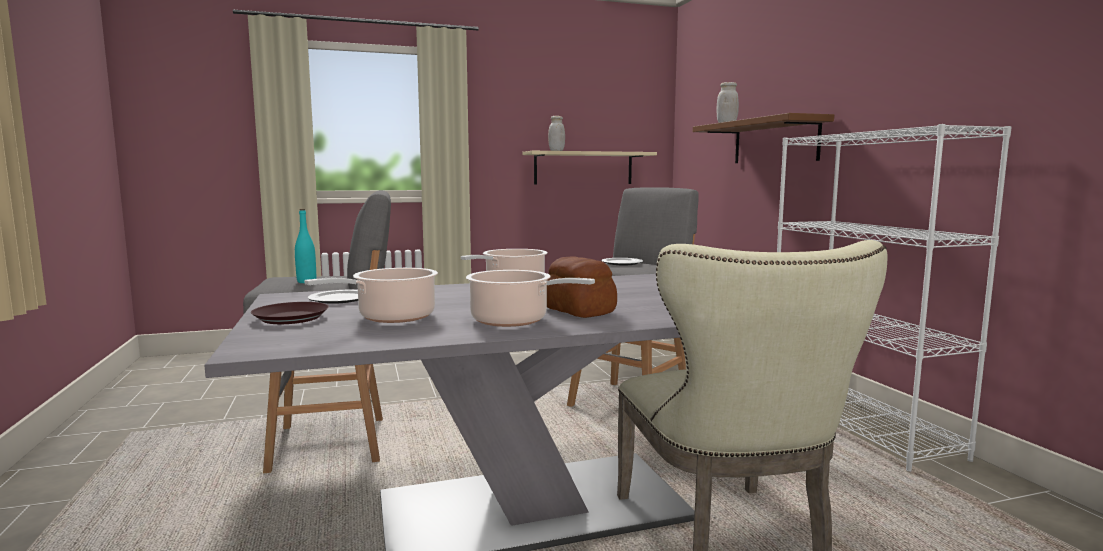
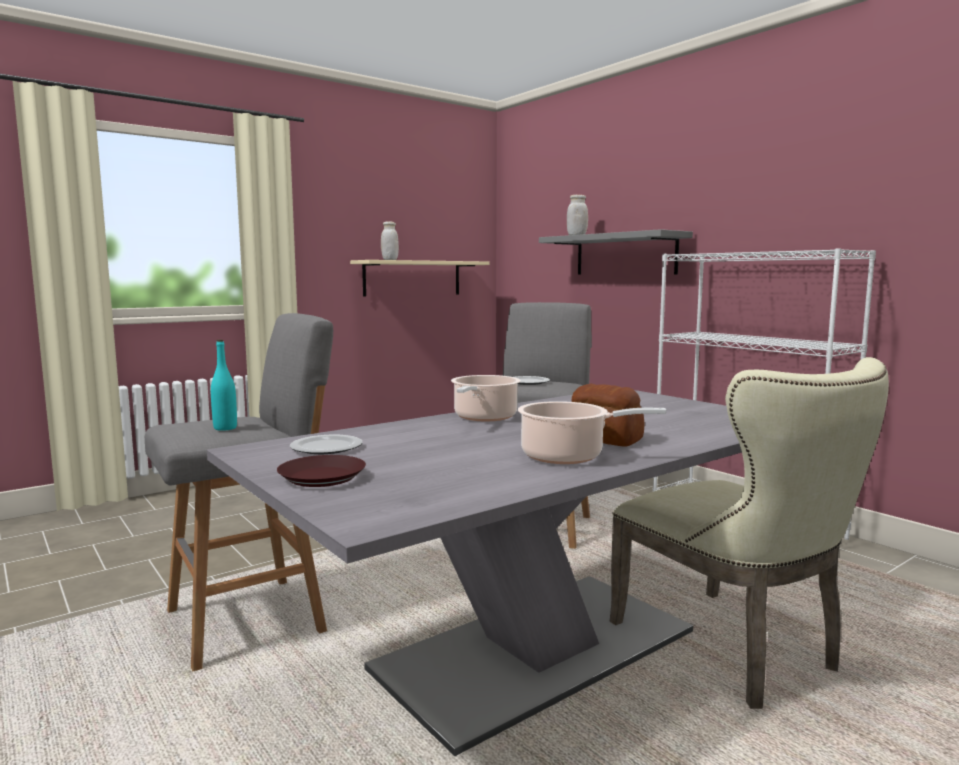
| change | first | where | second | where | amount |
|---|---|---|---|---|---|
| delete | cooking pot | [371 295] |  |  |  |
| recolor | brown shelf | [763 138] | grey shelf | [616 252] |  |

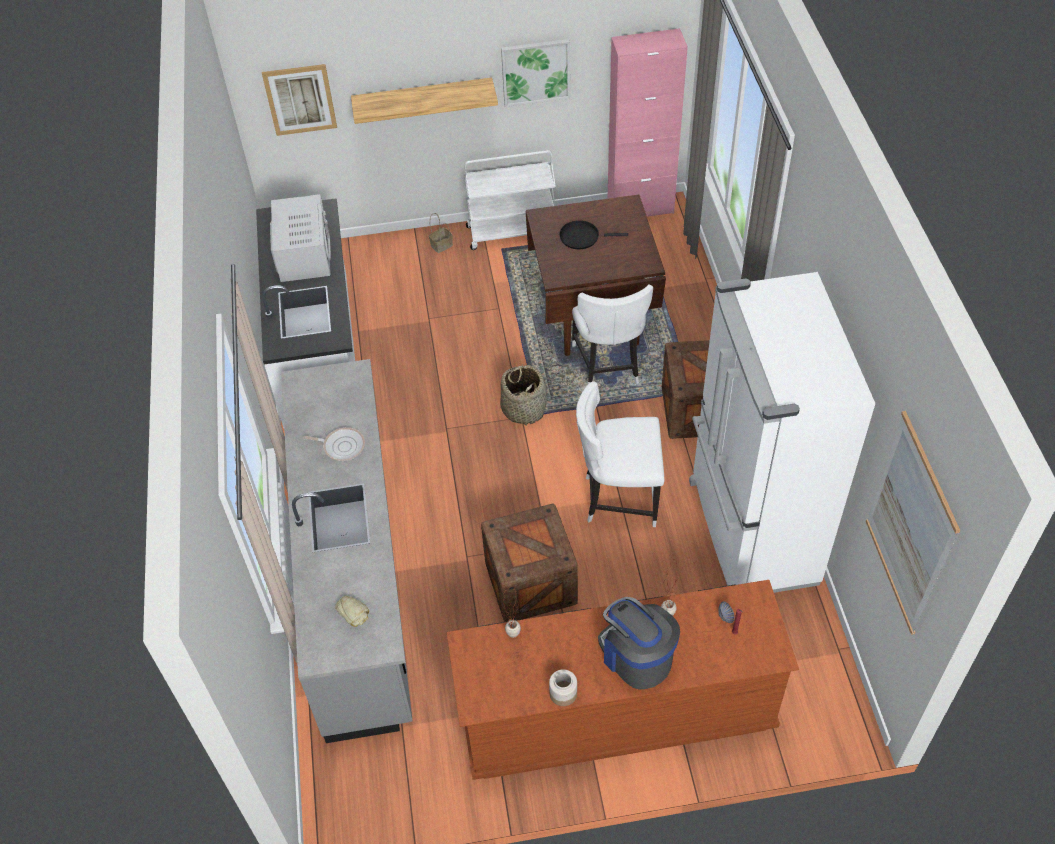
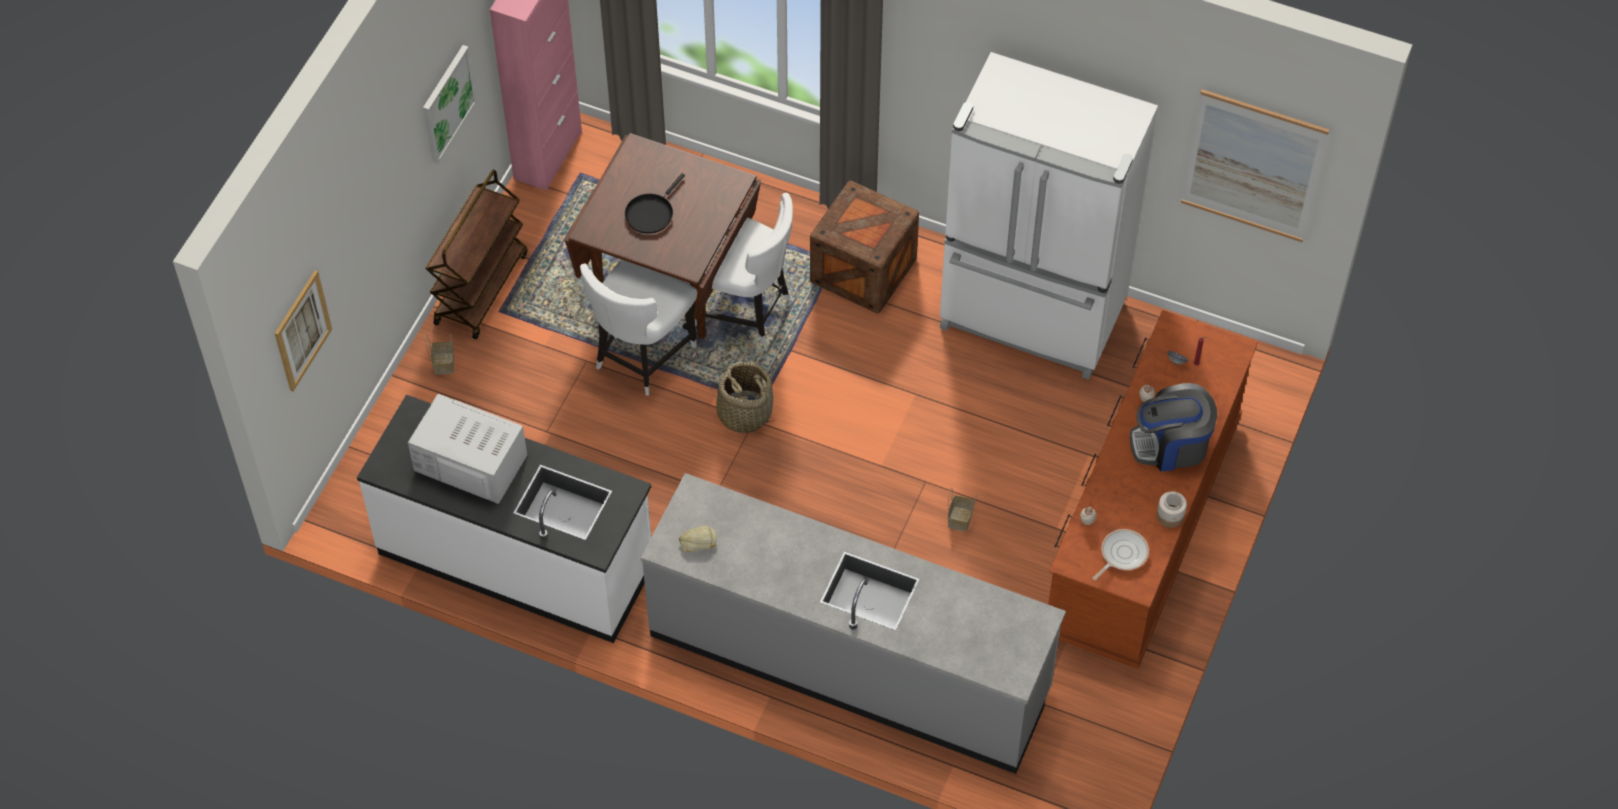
| change | first | where | second | where | amount |
|---|---|---|---|---|---|
| move | frying pan | [334 444] |  | [1121 554] |  |
| move | bread | [352 611] |  | [698 539] |  |
| delete | shelf | [424 101] |  |  |  |
| recolor | white cart | [510 200] | brown cart | [476 254] |  |
| replace | crate | [529 563] | basket | [962 509] |  |
| move | white chair | [620 454] |  | [639 327] |  |

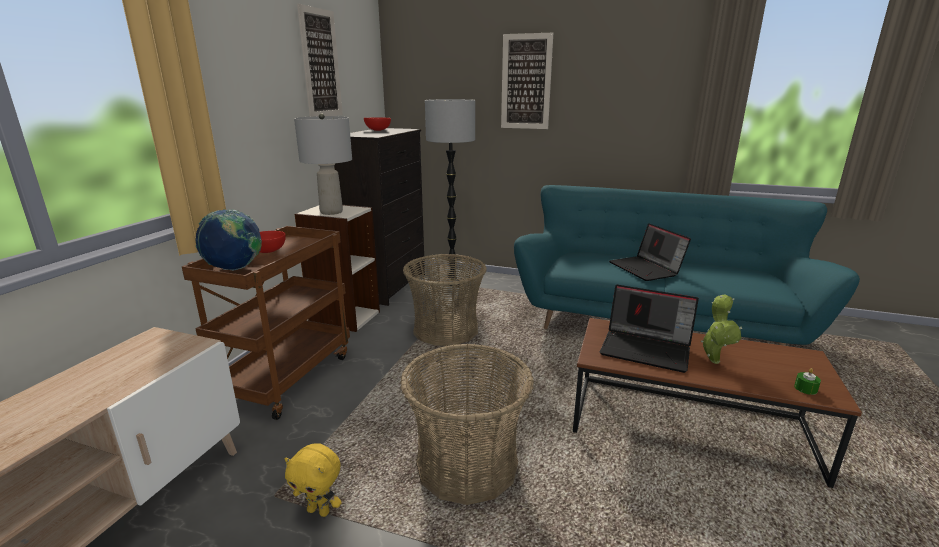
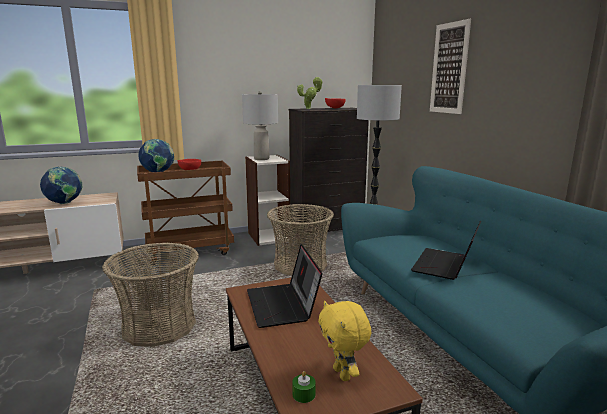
| change | first | where | second | where | amount |
|---|---|---|---|---|---|
| move | yellow plush toy | [313 480] |  | [344 341] |  |
| delete | picture | [320 60] |  |  |  |
| move | potted plant | [721 329] |  | [310 93] |  |
| insert |  |  | globe | [61 185] |  |

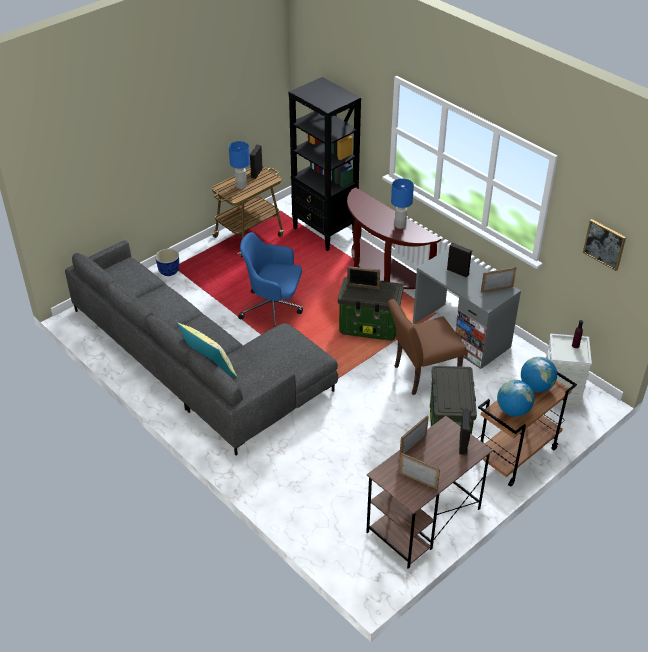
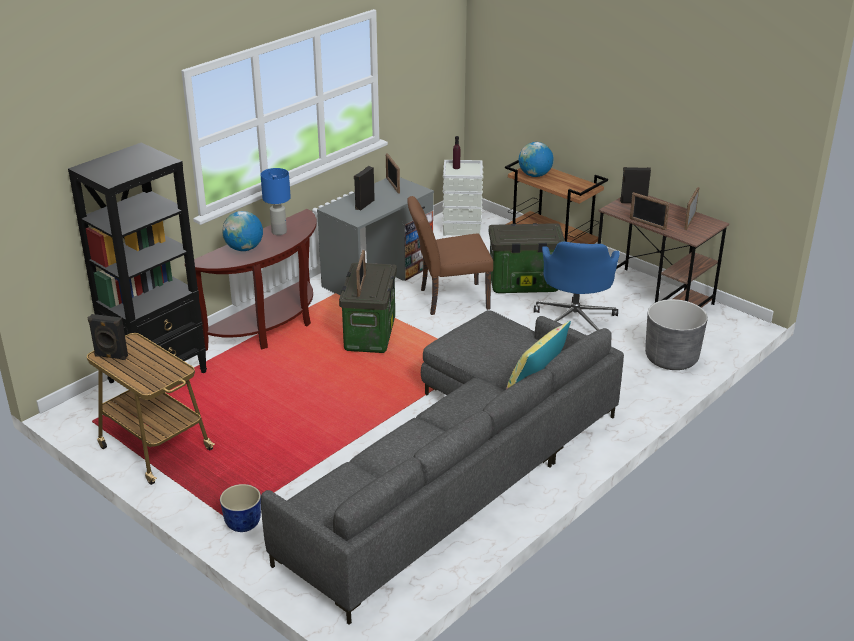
| change | first | where | second | where | amount |
|---|---|---|---|---|---|
| delete | blue table lamp | [239 165] |  |  |  |
| move | blue office chair | [270 280] |  | [577 286] |  |
| rotate | brown chair | [427 347] |  | [450 255] | 105 degrees clockwise |
| move | globe | [516 398] |  | [242 231] |  |
| delete | picture | [604 245] |  |  |  |
| insert |  |  | grey planter | [676 334] |  |

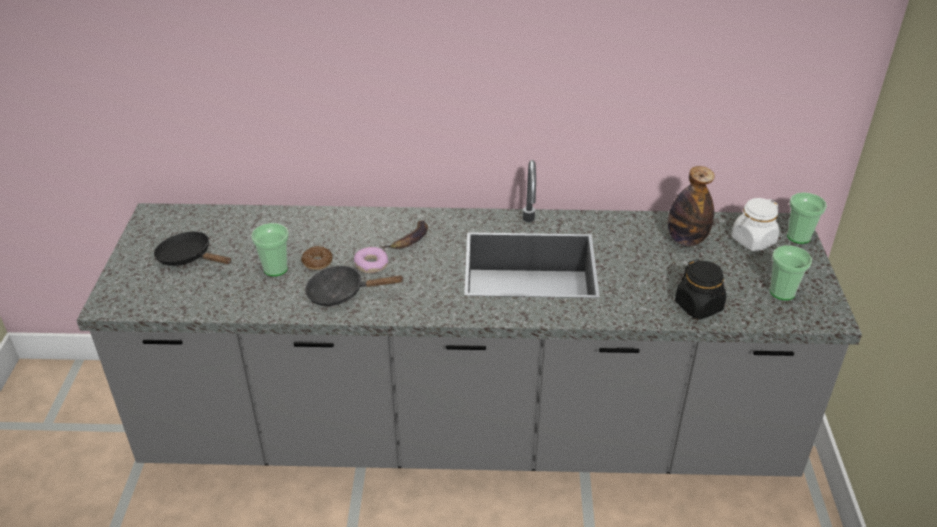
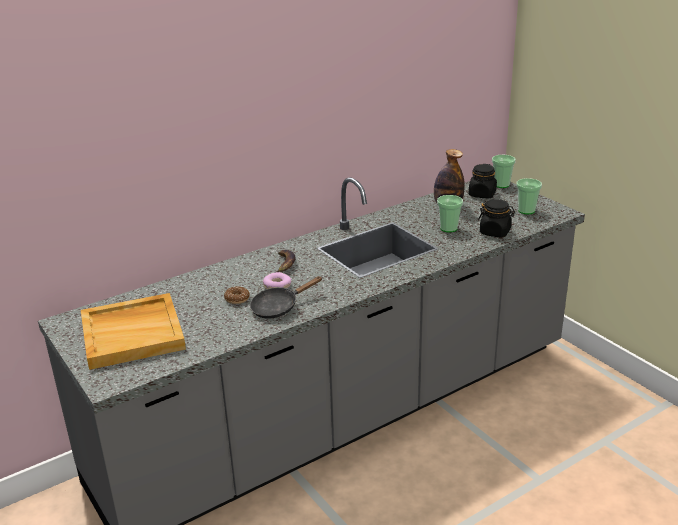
| change | first | where | second | where | amount |
|---|---|---|---|---|---|
| replace | black frying pan | [192 249] | beige tray | [133 331] |  |
| move | cup | [270 249] |  | [450 213] |  |
| recolor | white jar | [755 225] | black jar | [483 181] |  |

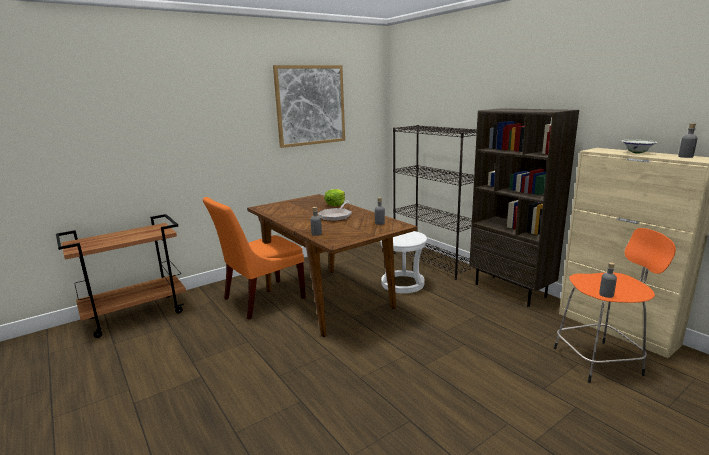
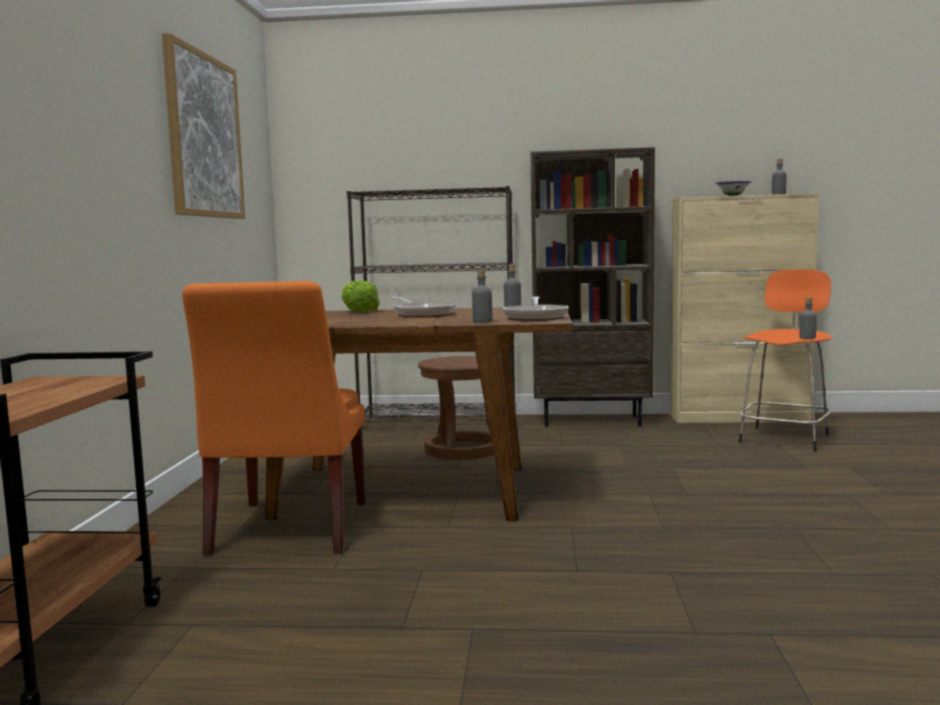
| change | first | where | second | where | amount |
|---|---|---|---|---|---|
| recolor | white stool | [403 262] | brown stool | [456 408] |  |
| insert |  |  | frying pan | [536 308] |  |

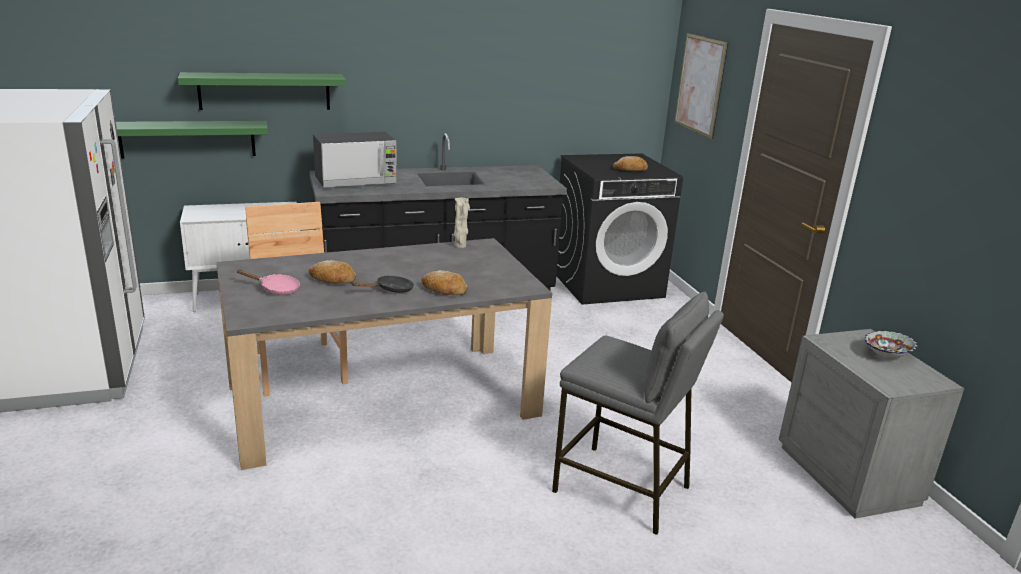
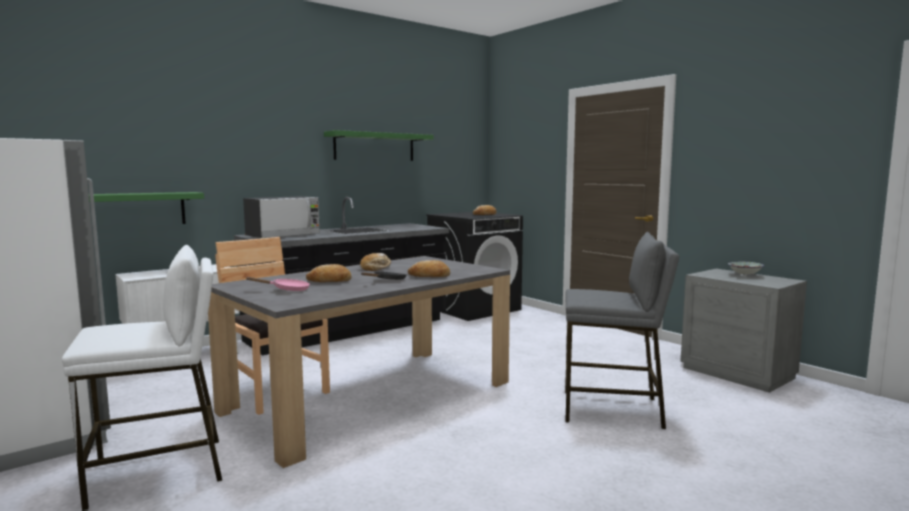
| change | first | where | second | where | amount |
|---|---|---|---|---|---|
| move | green shelf | [262 91] |  | [379 145] |  |
| delete | beige vase | [462 223] |  |  |  |
| delete | picture | [702 86] |  |  |  |
| insert |  |  | white stool | [142 378] |  |
| insert |  |  | bread | [375 262] |  |

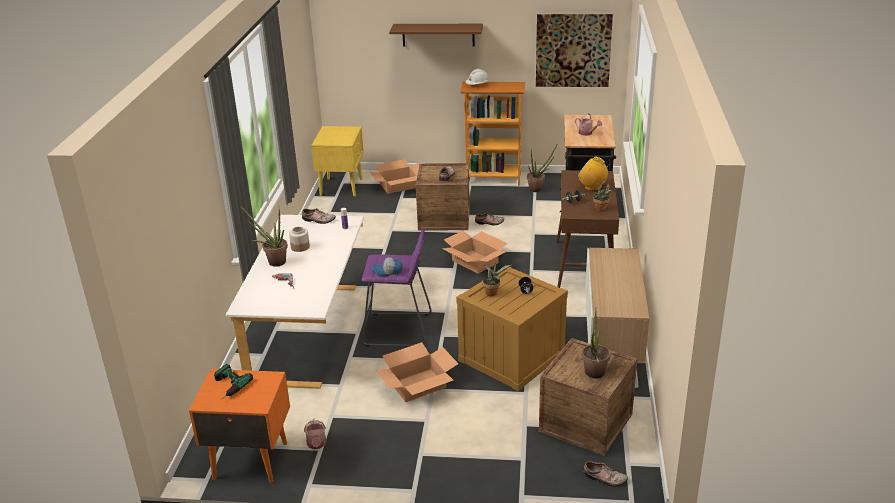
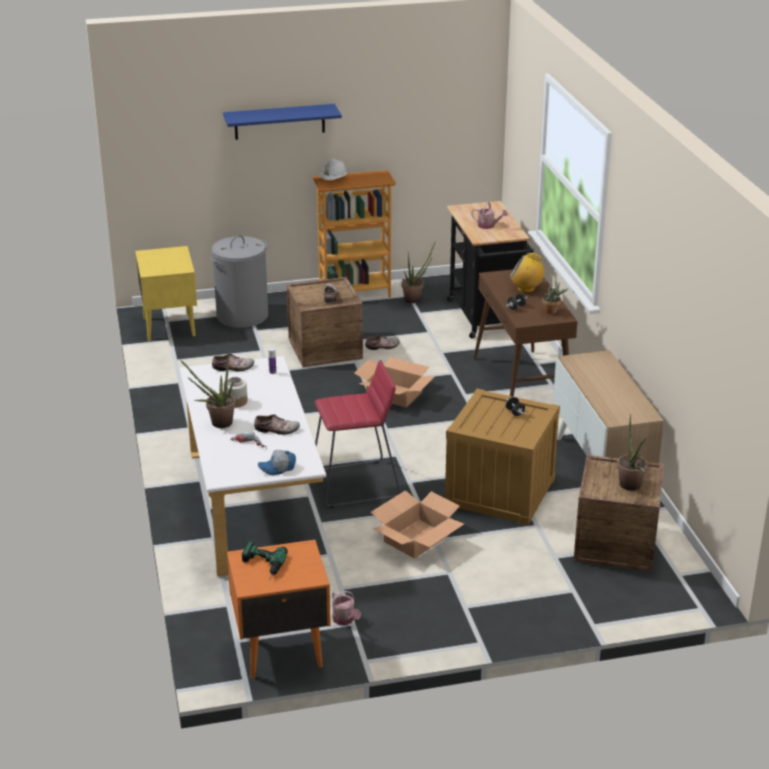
| change | first | where | second | where | amount |
|---|---|---|---|---|---|
| recolor | purple stool | [396 287] | red stool | [357 434] |  |
| replace | cardboard box | [394 176] | grey laundry basket | [238 281] |  |
| move | cap | [387 266] |  | [277 462] |  |
| recolor | brown shelf | [436 35] | blue shelf | [282 122] |  |
| delete | potted plant | [496 279] |  |  |  |
| delete | picture | [574 50] |  |  |  |
| move | shoe | [605 474] |  | [277 424] |  |

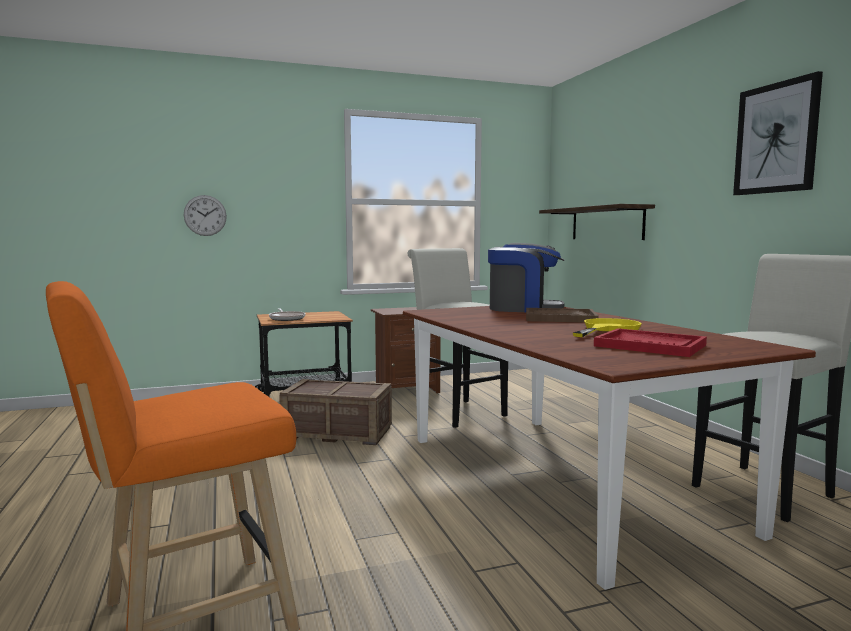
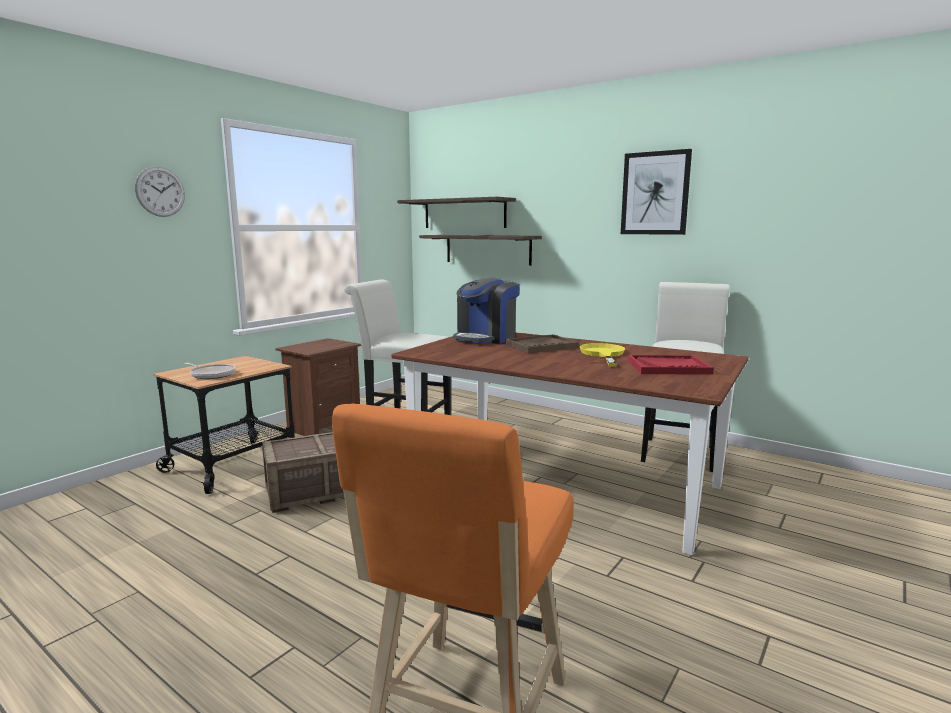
| change | first | where | second | where | amount |
|---|---|---|---|---|---|
| move | wall clock | [205 215] |  | [160 191] |  |
| rotate | coffee machine | [526 277] |  | [486 311] | 150 degrees clockwise |
| insert |  |  | shelf | [456 212] |  |

